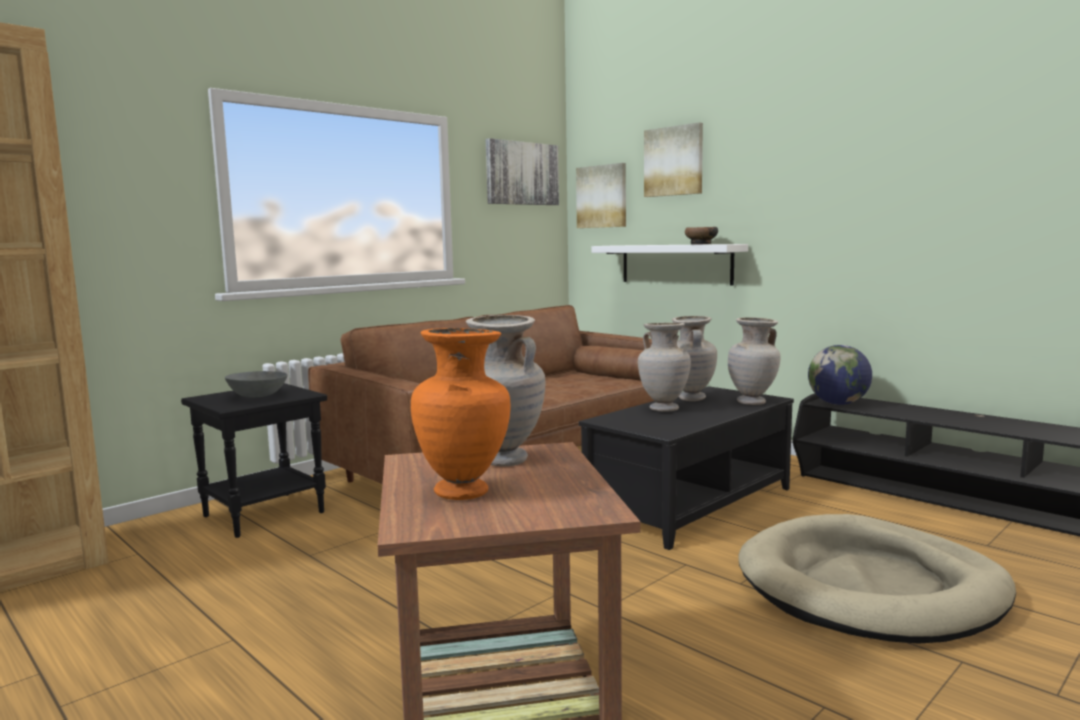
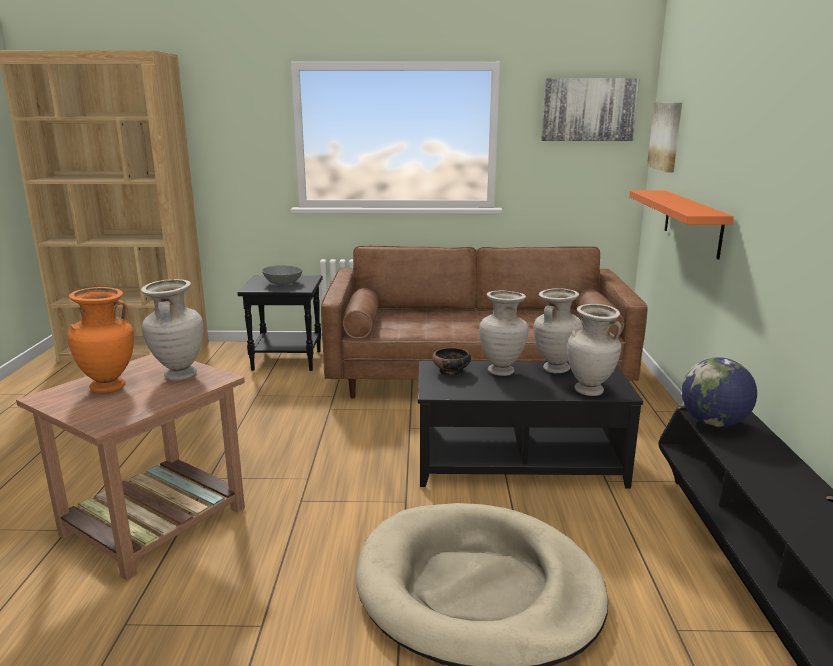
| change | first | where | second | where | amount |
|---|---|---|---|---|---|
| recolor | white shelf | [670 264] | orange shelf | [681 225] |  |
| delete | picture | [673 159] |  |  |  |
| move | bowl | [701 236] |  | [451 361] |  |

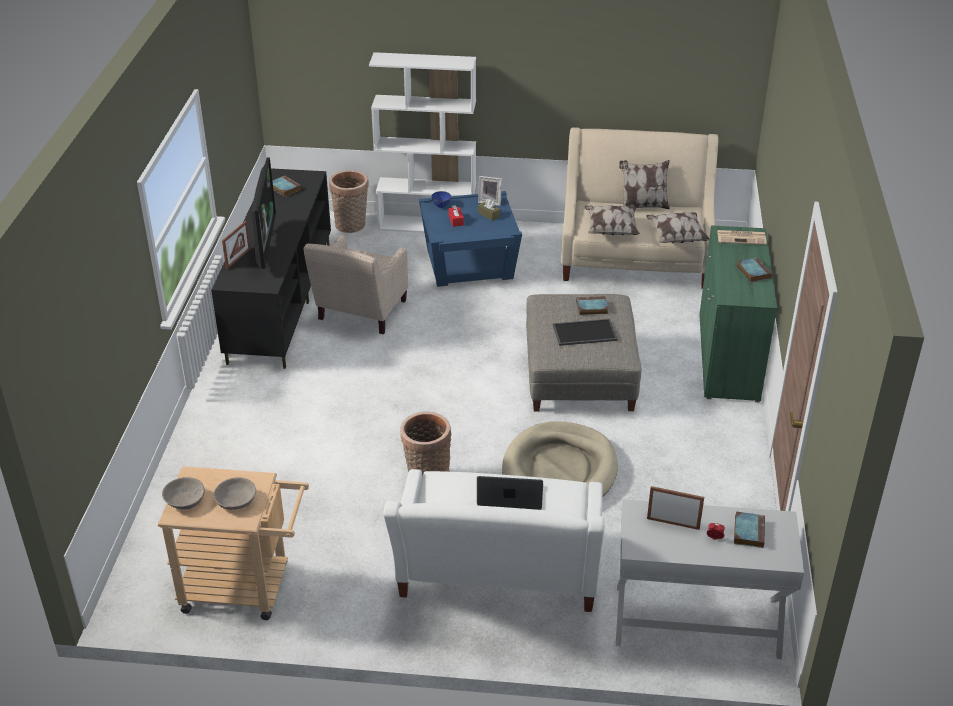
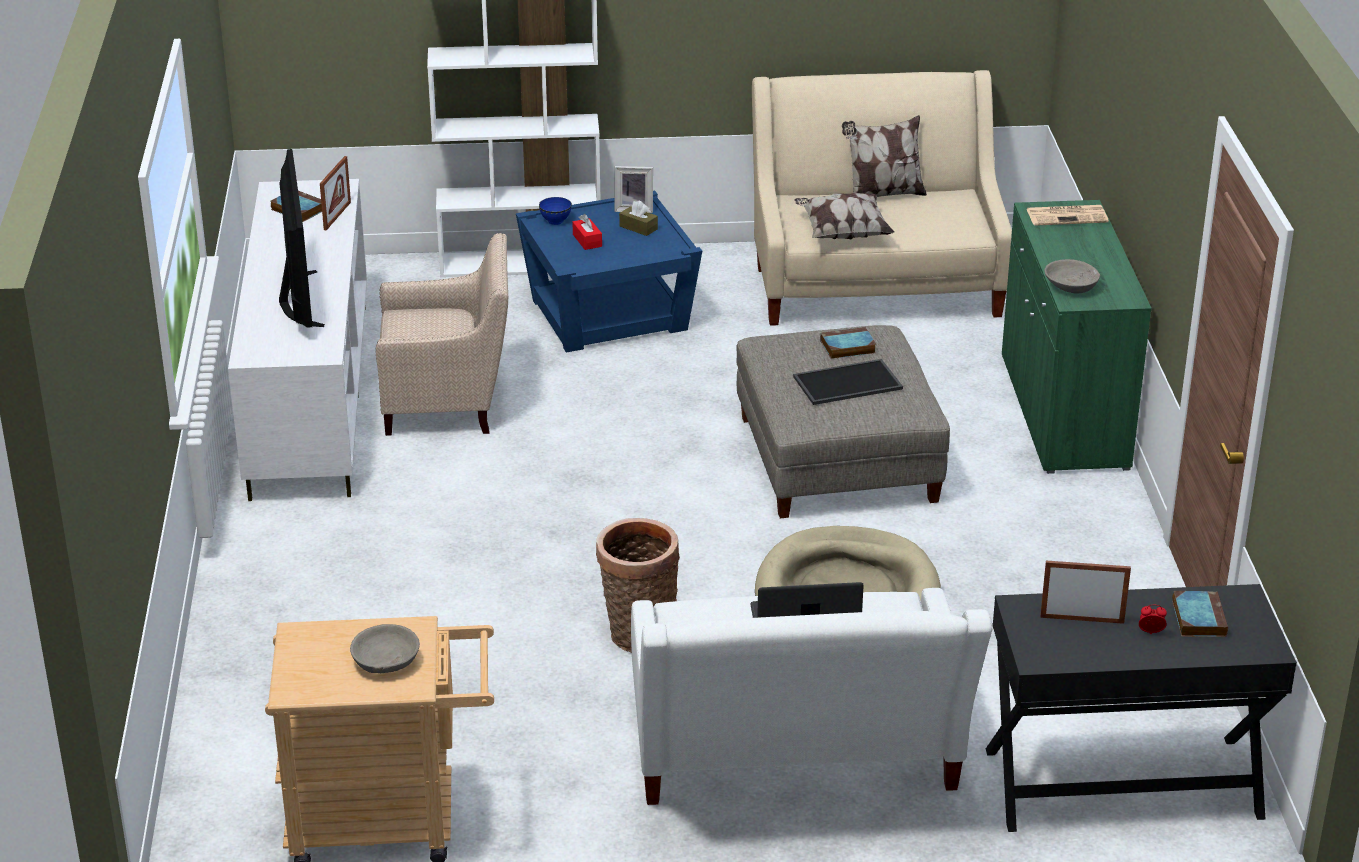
| change | first | where | second | where | amount |
|---|---|---|---|---|---|
| move | grey bowl | [183 493] |  | [1072 276] |  |
| recolor | black tv stand | [271 268] | white tv stand | [297 340] |  |
| move | picture frame | [236 245] |  | [335 193] |  |
| rotate | beige armchair | [356 284] |  | [441 334] | 105 degrees counterclockwise |
| delete | basket | [349 201] |  |  |  |
| recolor | white console table | [710 579] | black console table | [1141 708] |  |
| delete | pillow | [677 227] |  |  |  |
| delete | book | [754 269] |  |  |  |

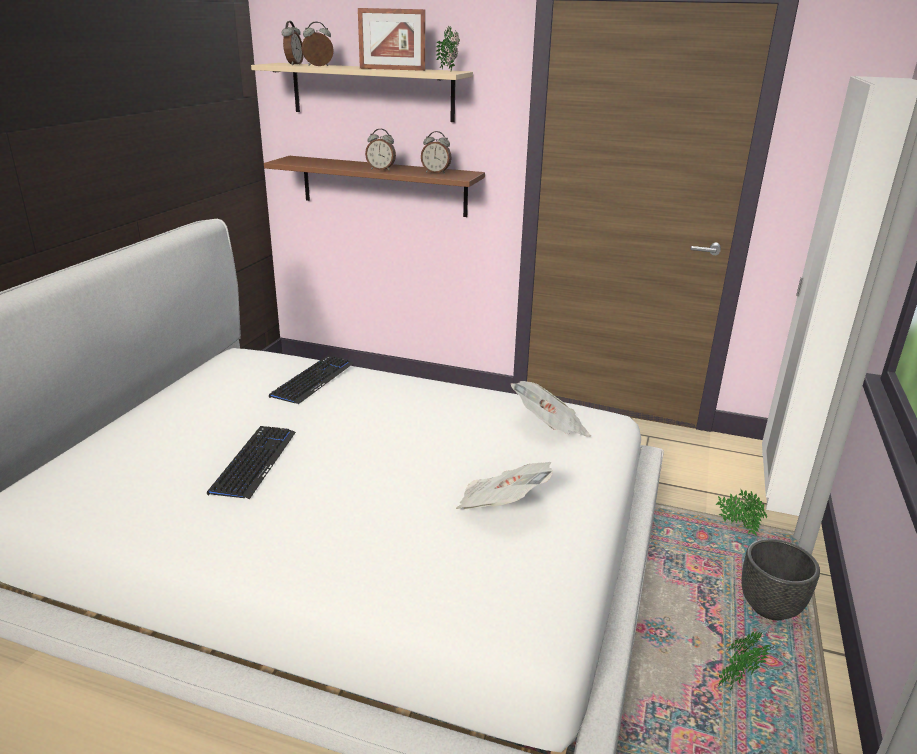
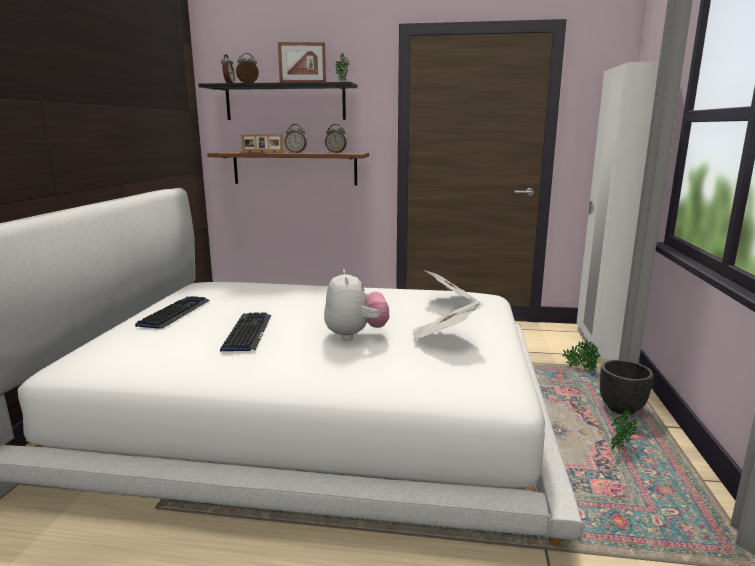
| change | first | where | second | where | amount |
|---|---|---|---|---|---|
| recolor | beige shelf | [362 92] | black shelf | [278 101] |  |
| move | keyboard | [311 379] |  | [172 312] |  |
| insert |  |  | picture frame | [262 143] |  |
| insert |  |  | plush toy | [356 305] |  |

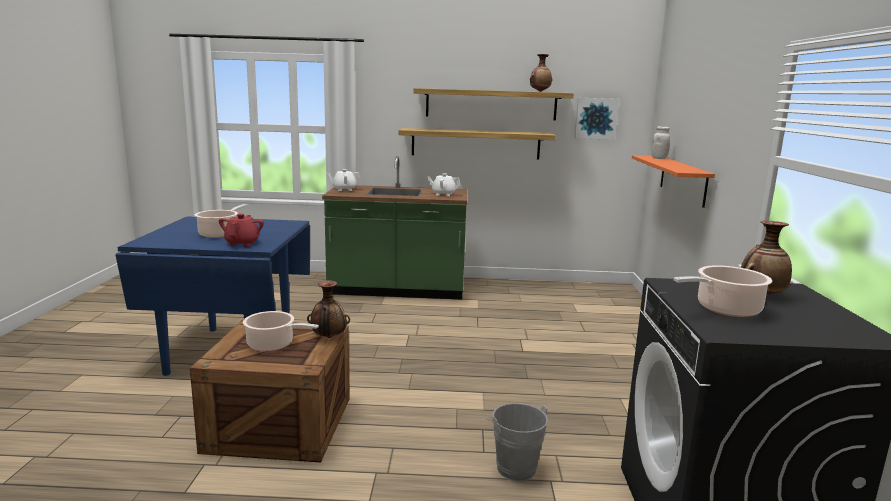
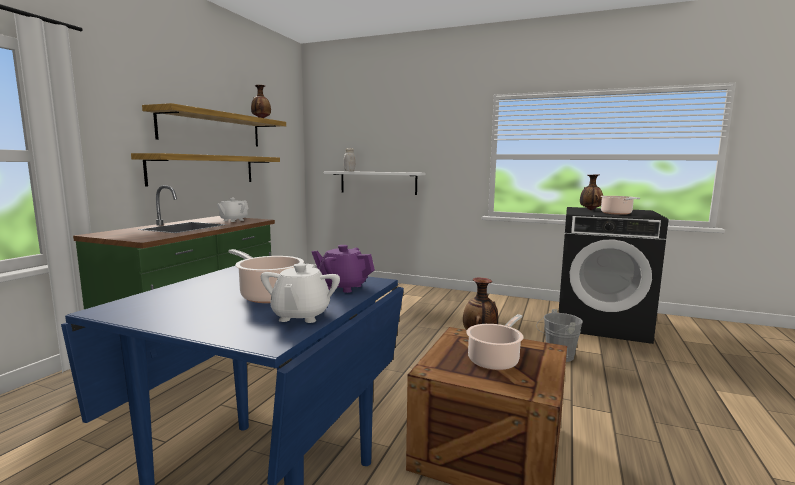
| change | first | where | second | where | amount |
|---|---|---|---|---|---|
| recolor | red teapot | [241 230] | purple teapot | [343 269] |  |
| move | white teapot | [344 180] |  | [300 293] |  |
| delete | picture | [596 119] |  |  |  |
| recolor | orange shelf | [673 181] | white shelf | [374 183] |  |

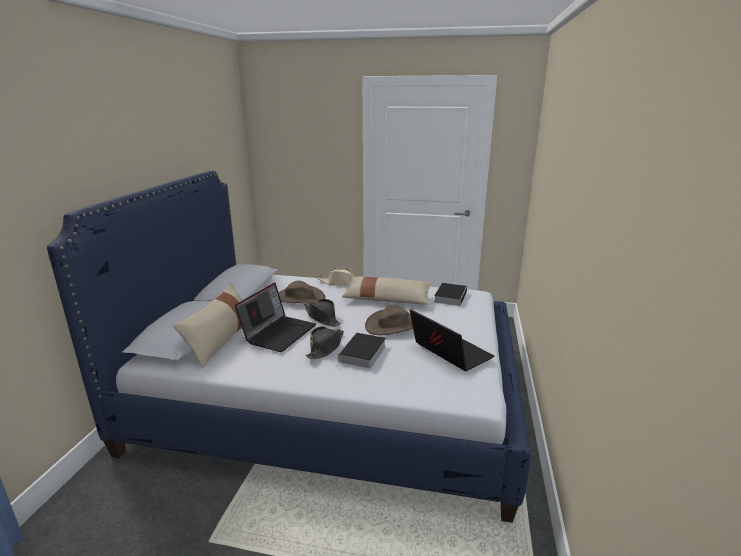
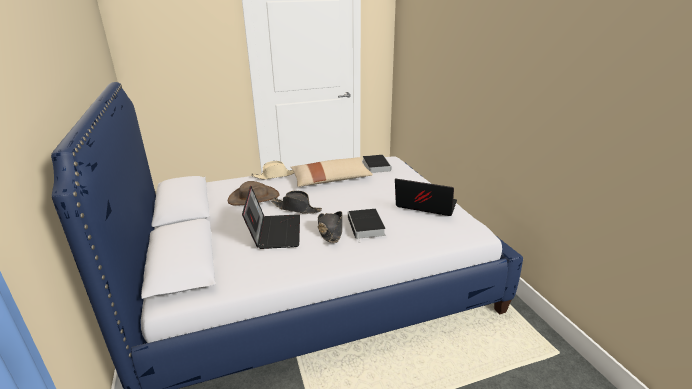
| change | first | where | second | where | amount |
|---|---|---|---|---|---|
| delete | beige pillow | [207 325] |  |  |  |
| delete | brown hat | [389 320] |  |  |  |

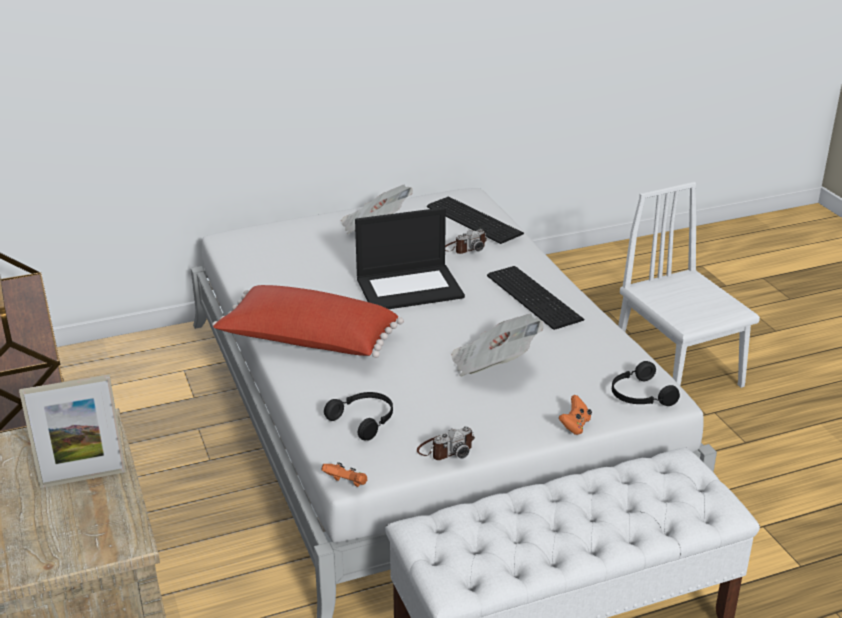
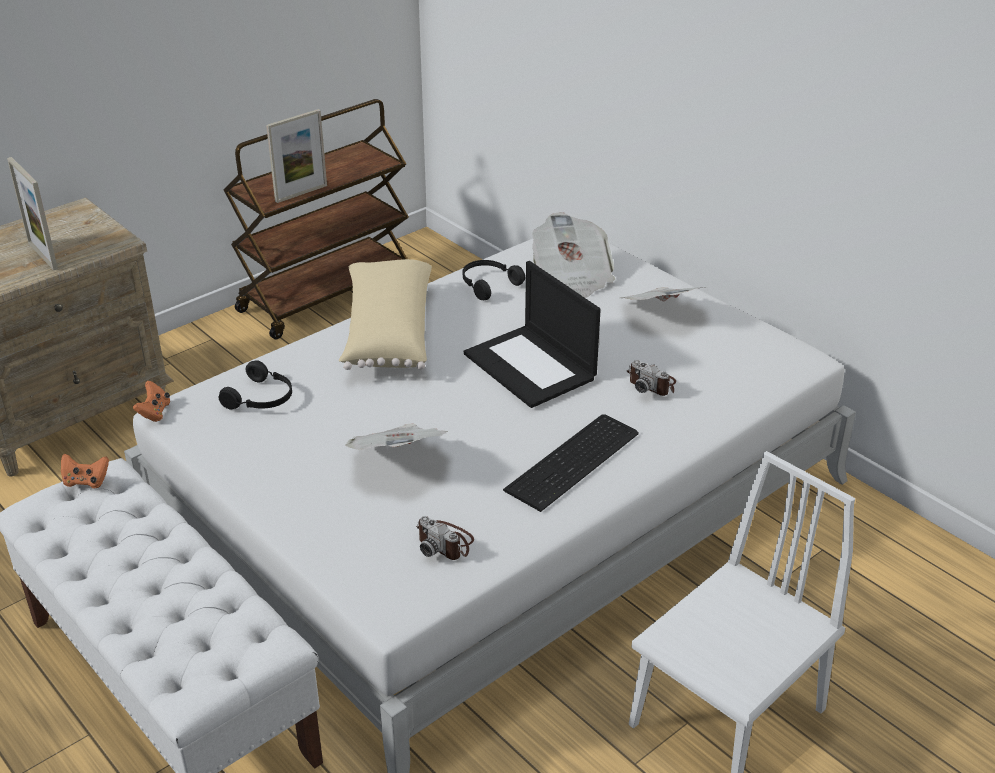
| change | first | where | second | where | amount |
|---|---|---|---|---|---|
| recolor | red pillow | [308 321] | beige pillow | [385 314] |  |
| move | photo camera | [446 443] |  | [445 538] |  |
| delete | keyboard | [475 220] |  |  |  |
| move | orange game controller | [575 415] |  | [85 471] |  |
| move | black headphones | [646 383] |  | [494 280] |  |
| insert |  |  | picture frame | [296 156] |  |
| insert |  |  | newspaper | [573 255] |  |

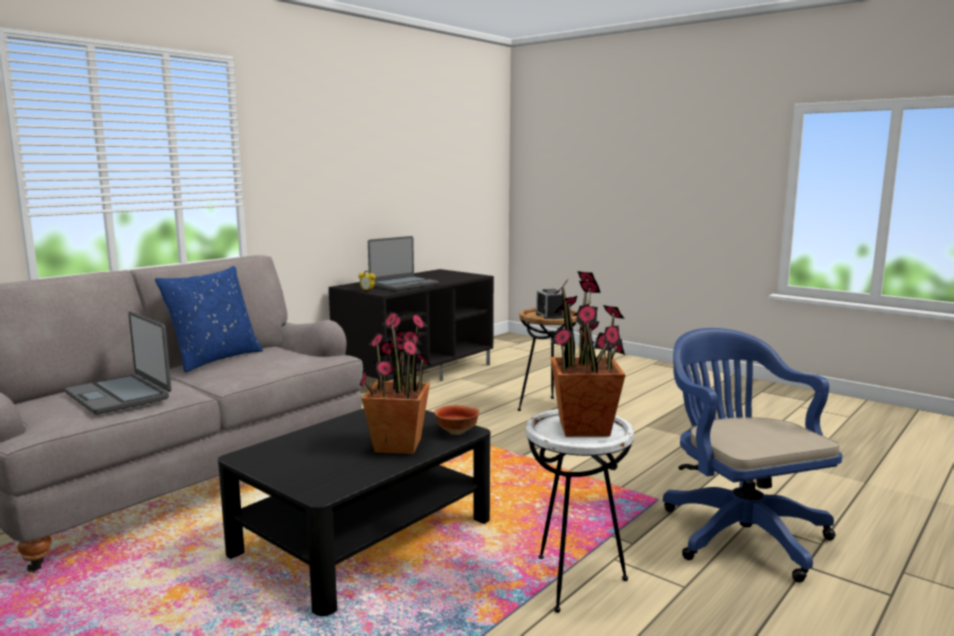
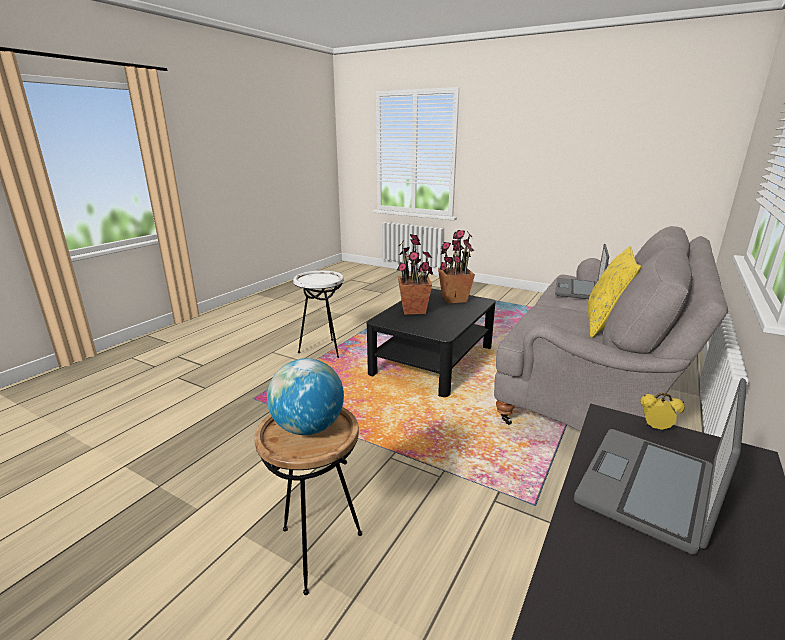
| change | first | where | second | where | amount |
|---|---|---|---|---|---|
| rotate | laptop | [118 363] |  | [582 271] | 105 degrees counterclockwise |
| recolor | blue pillow | [209 319] | yellow pillow | [614 292] |  |
| delete | bowl | [457 420] |  |  |  |
| replace | alarm clock | [550 304] | globe | [305 396] |  |
| move | potted plant | [588 354] |  | [456 266] |  |
| delete | blue office chair | [752 455] |  |  |  |

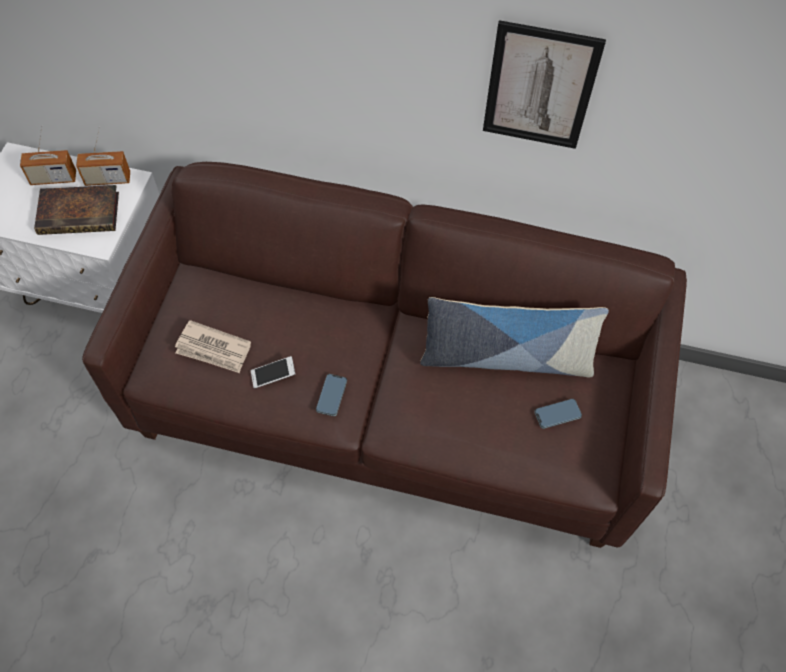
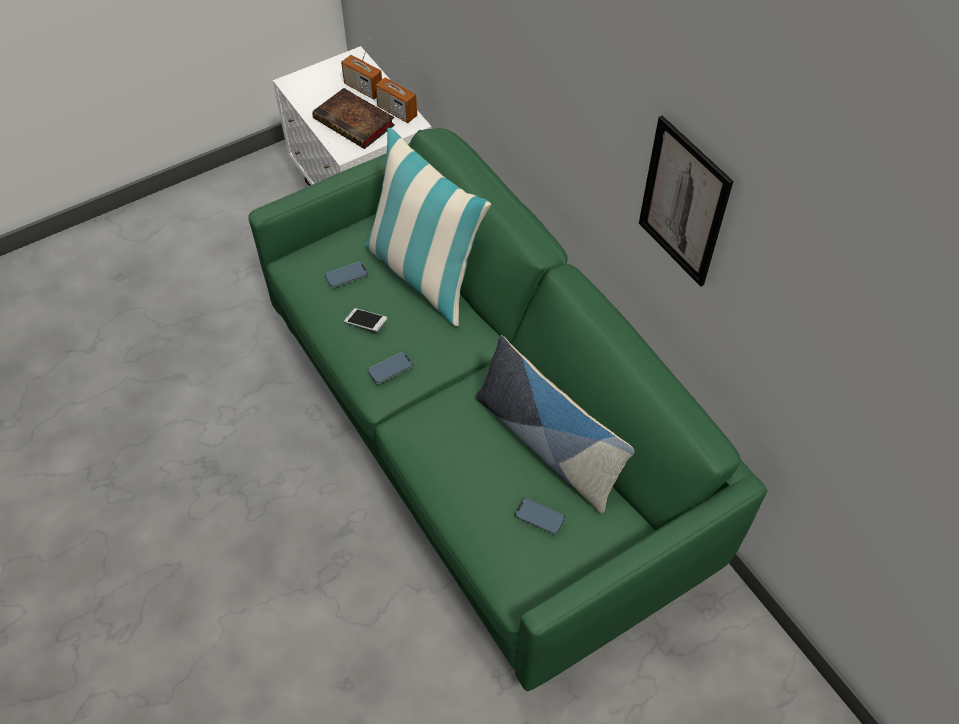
| change | first | where | second | where | amount |
|---|---|---|---|---|---|
| recolor | brown sofa | [384 355] | green sofa | [507 409] |  |
| replace | newspaper | [213 346] | phone | [346 274] |  |
| insert |  |  | pillow | [428 227] |  |

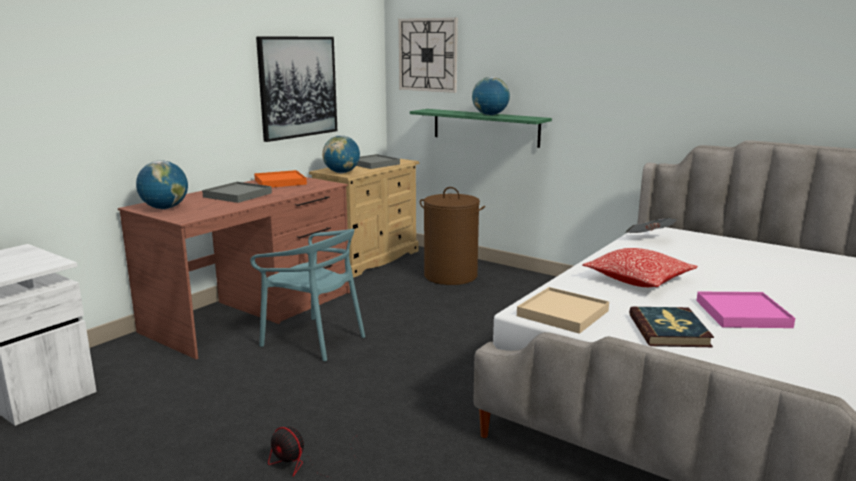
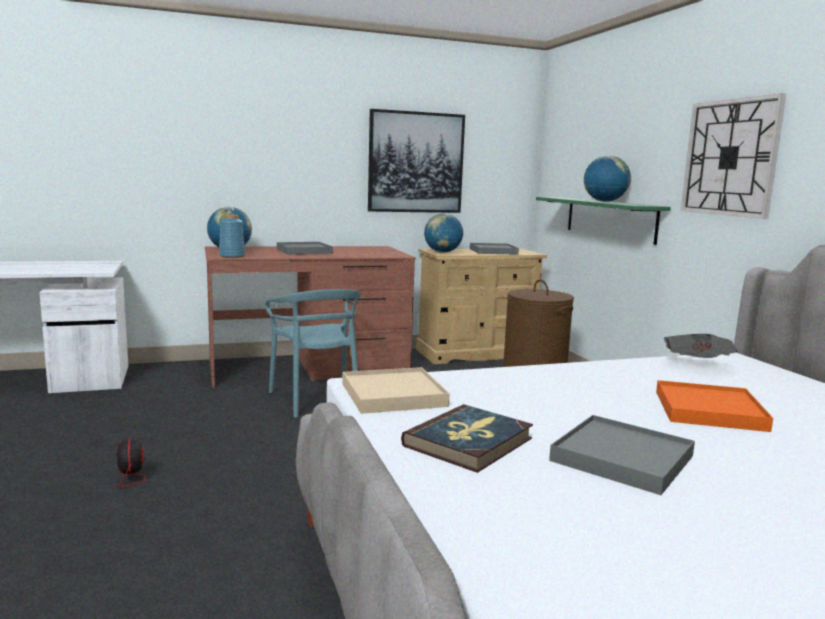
| change | first | where | second | where | amount |
|---|---|---|---|---|---|
| move | orange tray | [280 178] |  | [714 406] |  |
| move | wall clock | [428 55] |  | [733 156] |  |
| delete | pillow | [640 267] |  |  |  |
| recolor | pink tray | [745 310] | grey tray | [622 455] |  |
| insert |  |  | blue vase | [232 236] |  |

